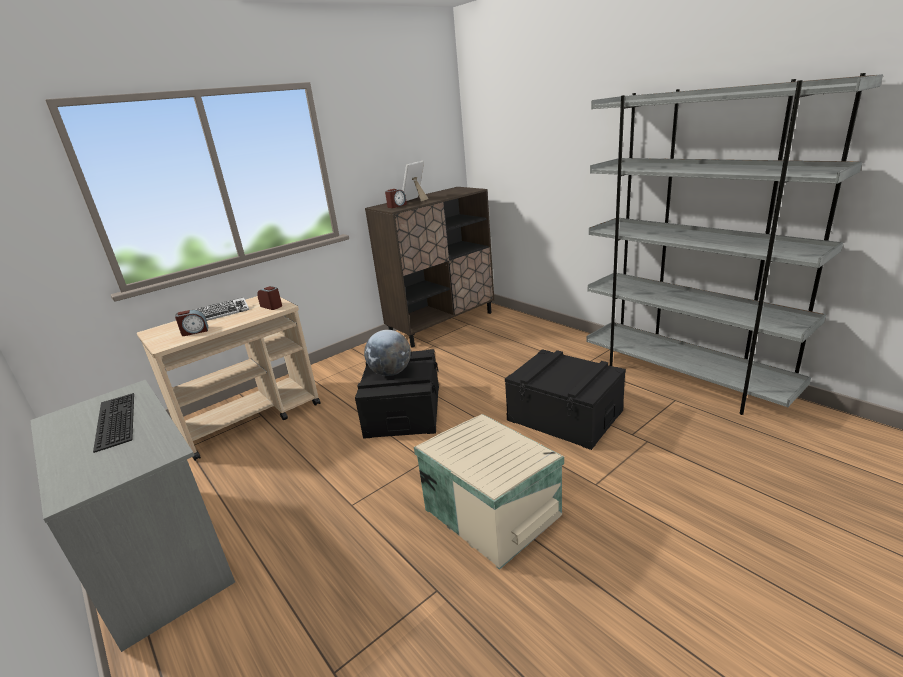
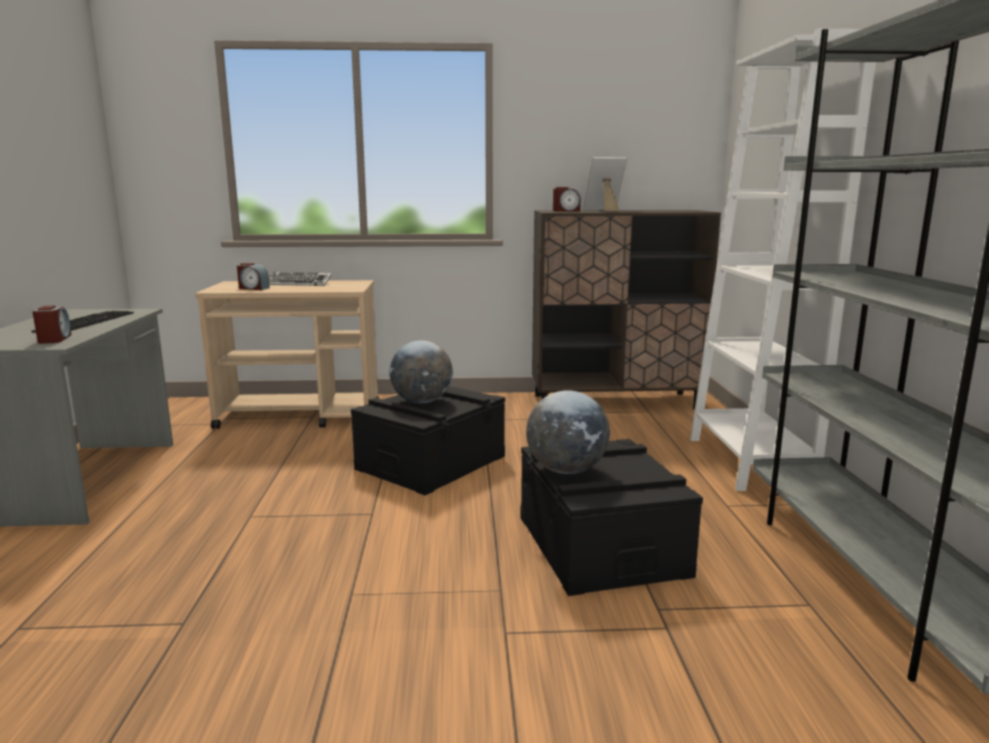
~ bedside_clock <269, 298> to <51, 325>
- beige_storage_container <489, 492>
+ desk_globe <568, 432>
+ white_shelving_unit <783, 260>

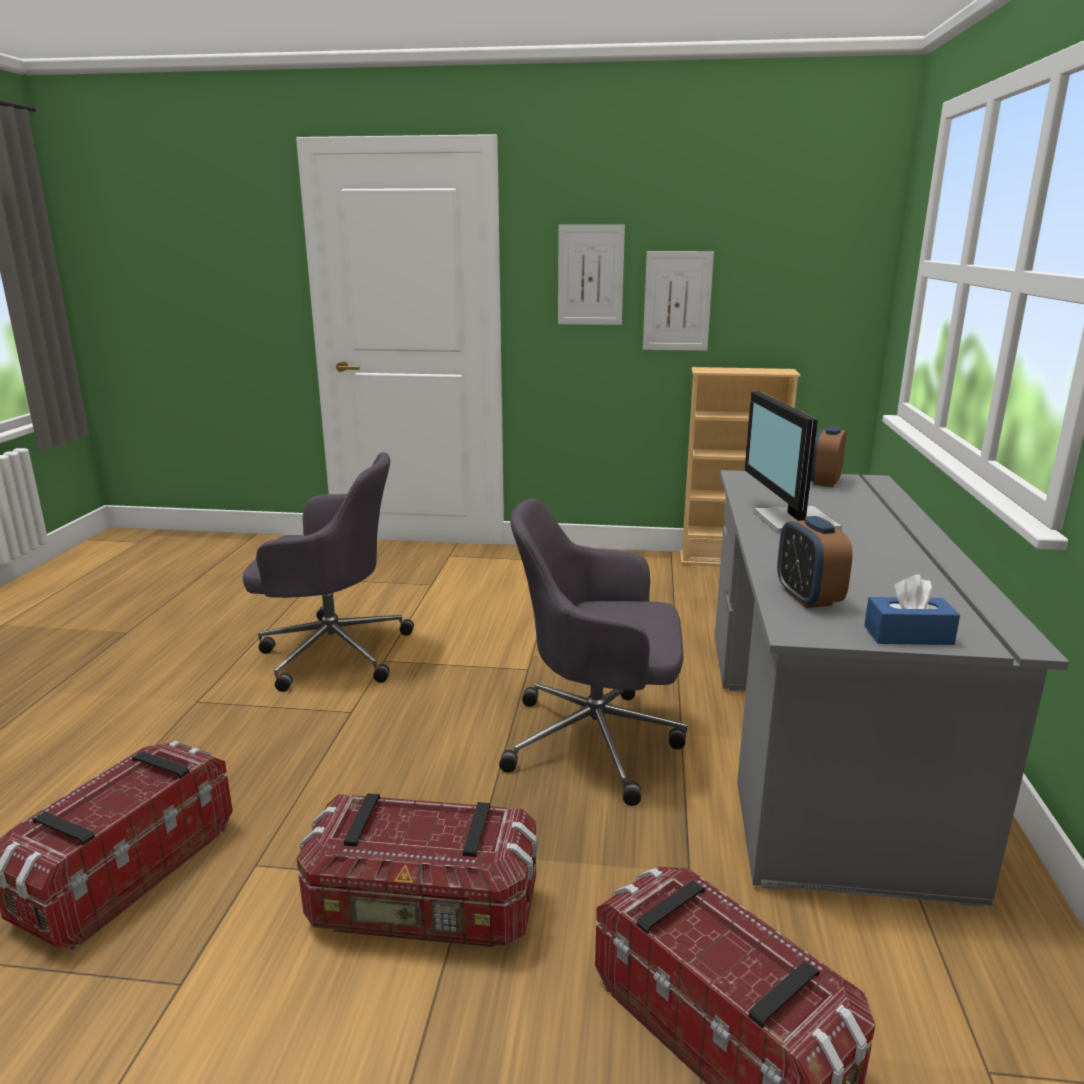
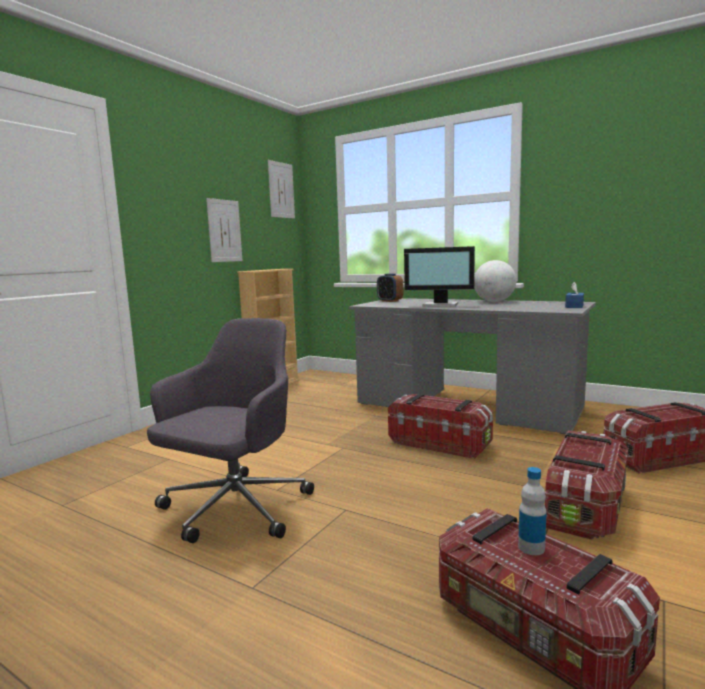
~ greyish_office_chair <593, 652> to storage_container <440, 426>
~ picture <591, 275> to <281, 189>
- bedside_clock <815, 562>
+ desk_globe <495, 281>
+ bottle <532, 511>

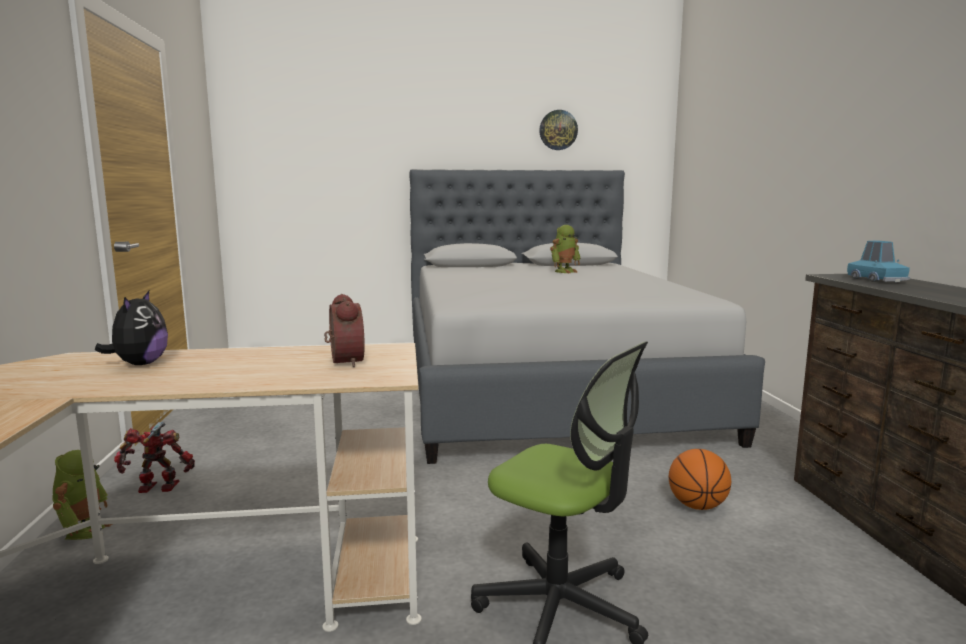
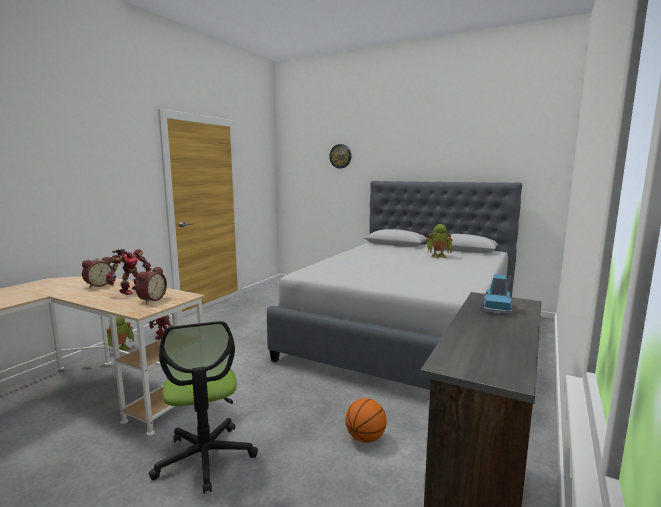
~ cuddly_toy <131, 328> to bedside_clock <97, 272>
~ hanging_clock <558, 130> to <340, 156>
+ model_robot <128, 272>

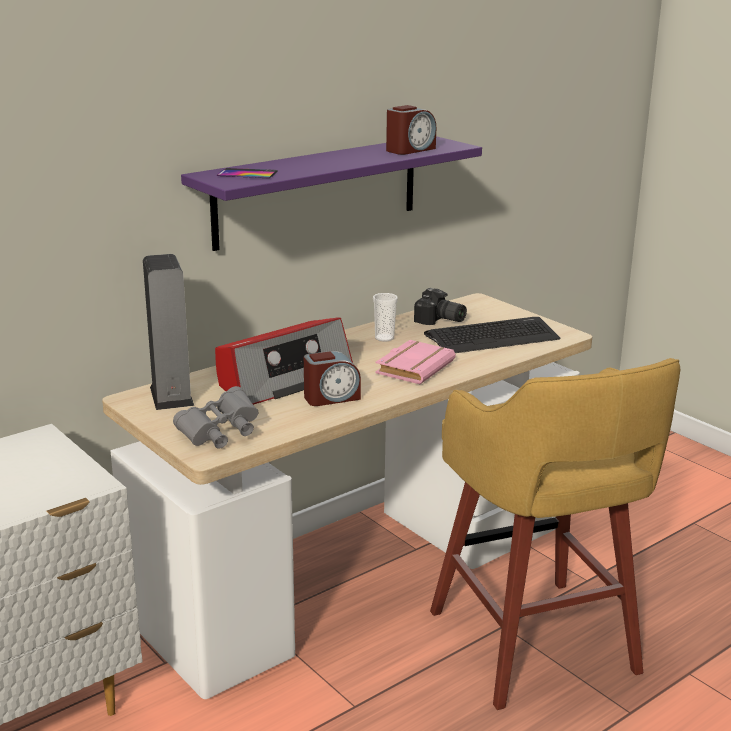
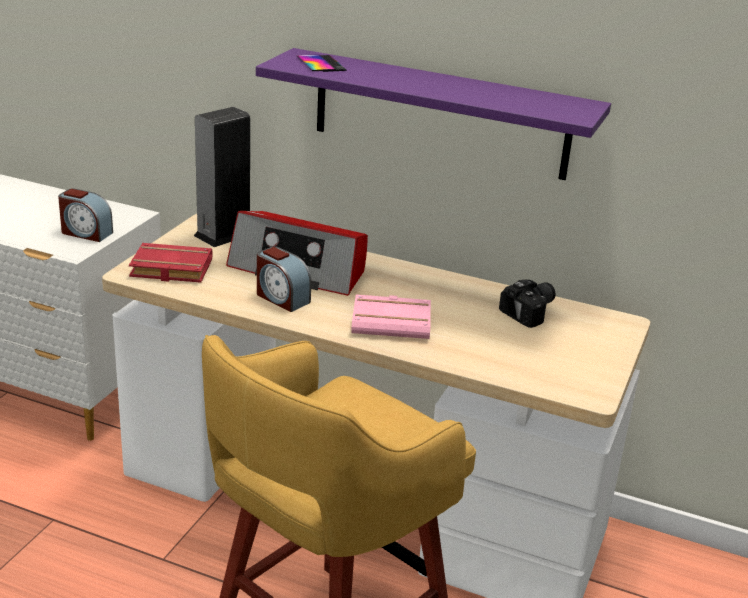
~ greyish_binoculars <215, 417> to red_volume <171, 263>
- small_cup <385, 317>
~ bedside_clock <411, 130> to <85, 215>
~ still_camera <440, 306> = <527, 304> 135 degrees counterclockwise
- computer_keyboard <492, 335>

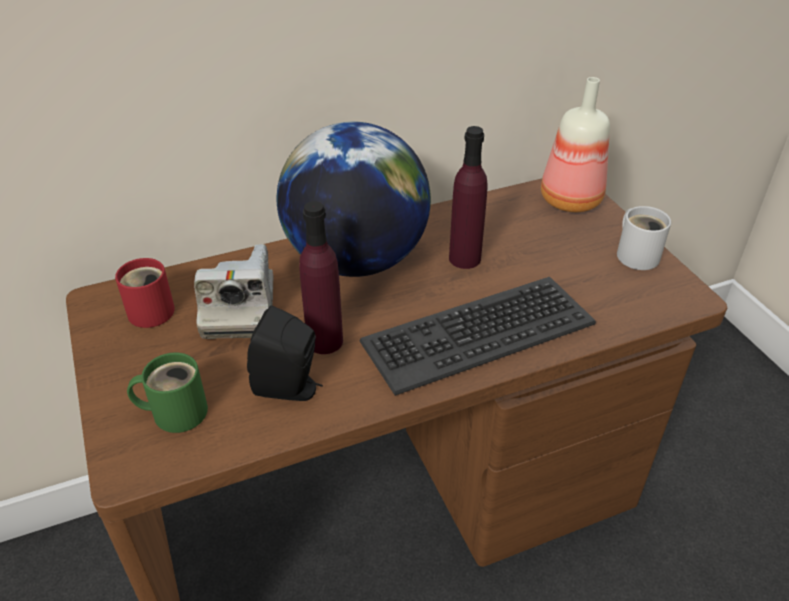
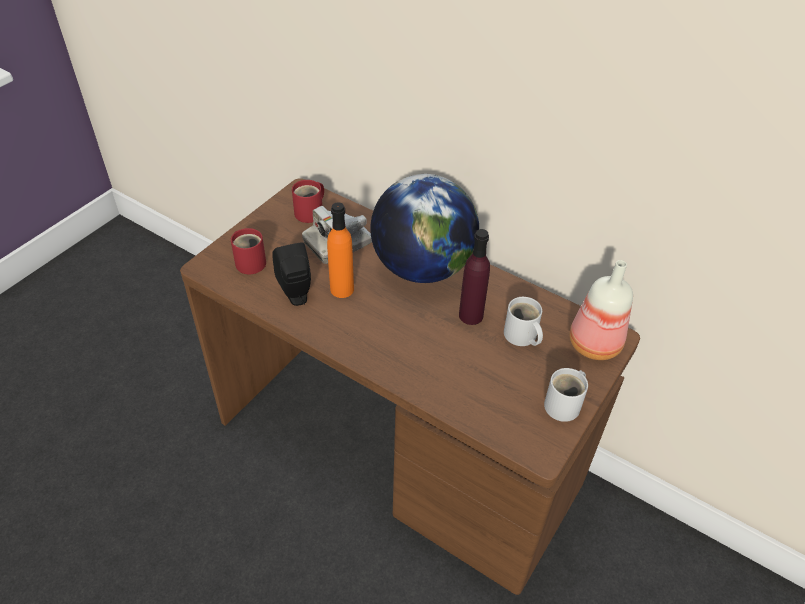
~ green_coffee_mug <167, 393> to red_coffee_mug <248, 251>
~ purplish_bottle <321, 277> to orange_bottle <340, 250>
- computer_keyboard <478, 336>
+ white_coffee_mug <523, 321>

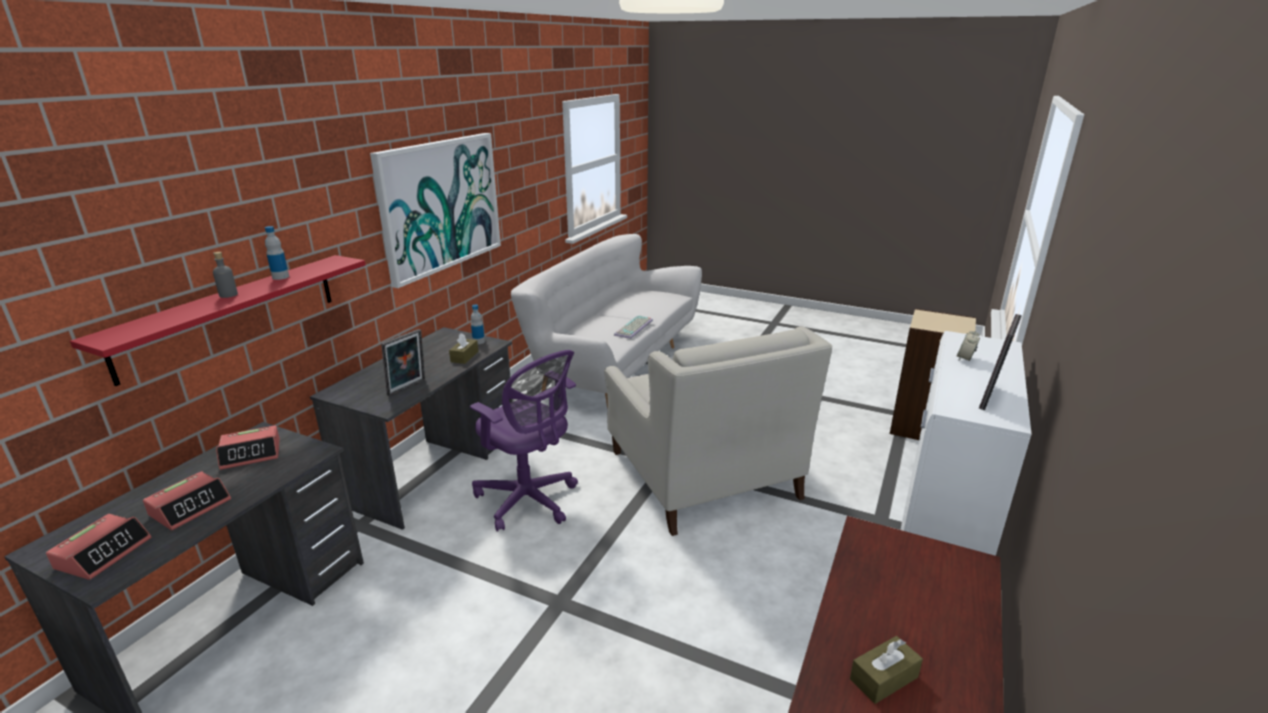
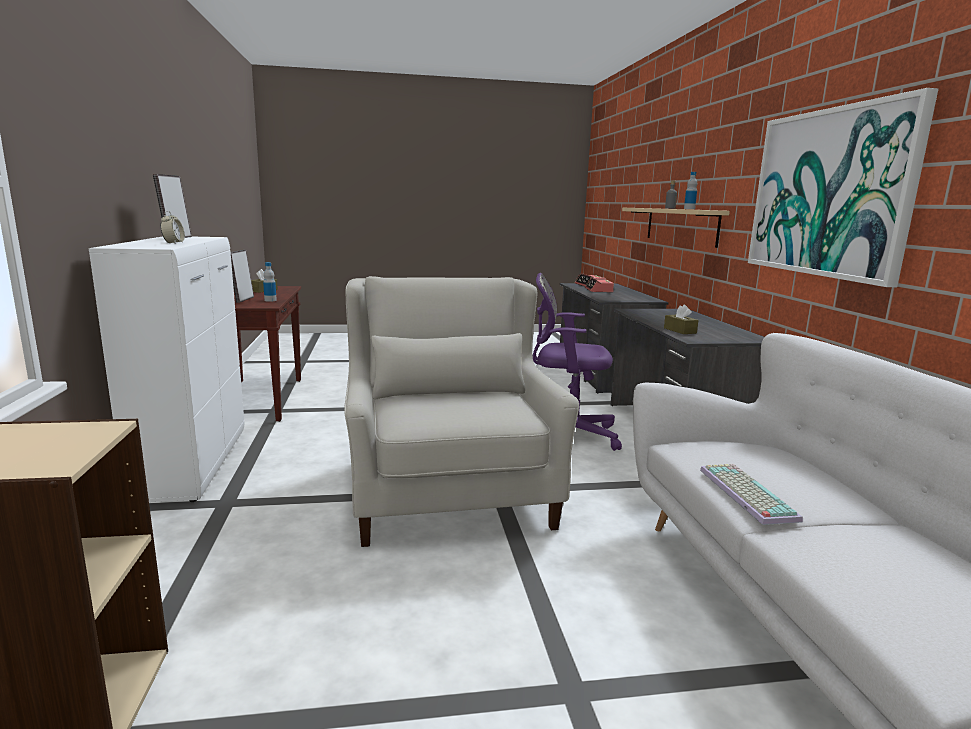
~ red_wall_shelf <218, 320> to beige_wall_shelf <676, 228>
- bedside_clock <248, 447>
~ photo_frame <403, 362> to <242, 276>
~ bottle <478, 324> to <270, 282>
~ white_armchair <718, 431> = <461, 411> 45 degrees clockwise

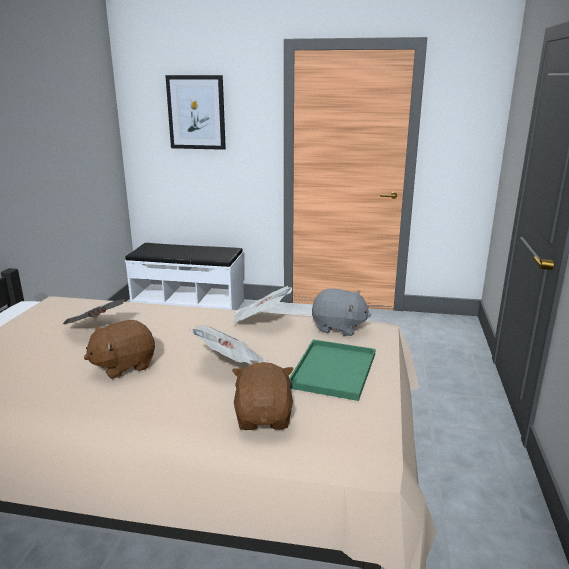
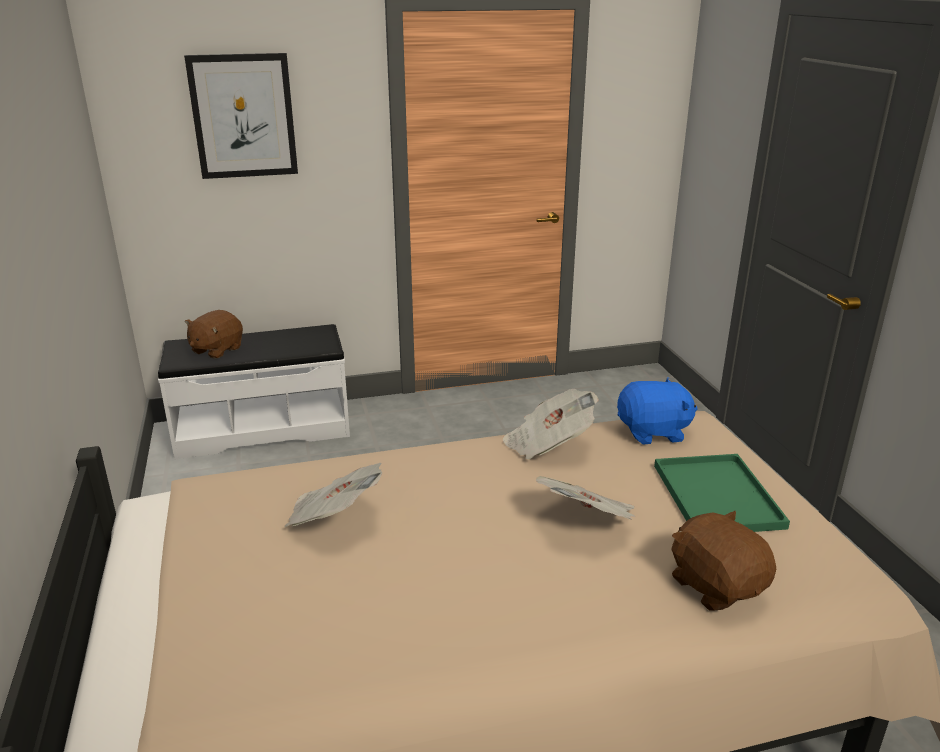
~ brown-coloured_cuddly_toy <119, 349> to <214, 334>
~ greyish_cuddly_toy <341, 312> to blue_cuddly_toy <657, 411>

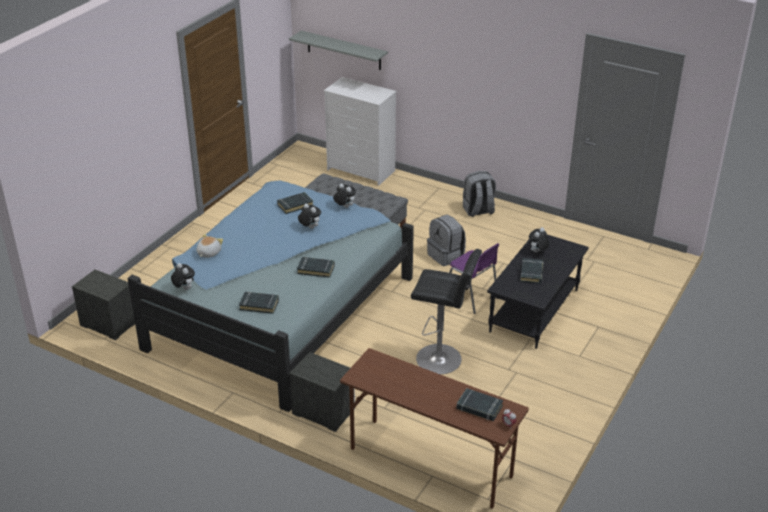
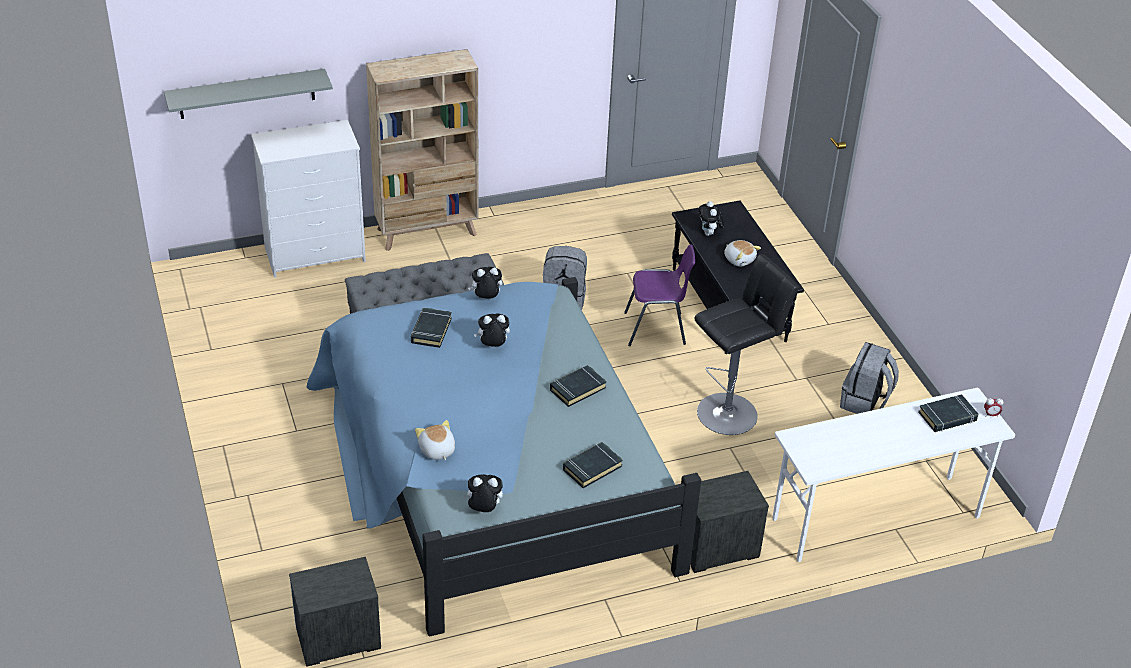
~ brown-coloured_desk_unit <434, 428> to white_desk_unit <893, 475>
~ greyish_knapsack <479, 194> to <869, 378>
~ black-coloured_volume <532, 271> to cuddly_toy <742, 253>
+ beige_shelving_unit <422, 150>

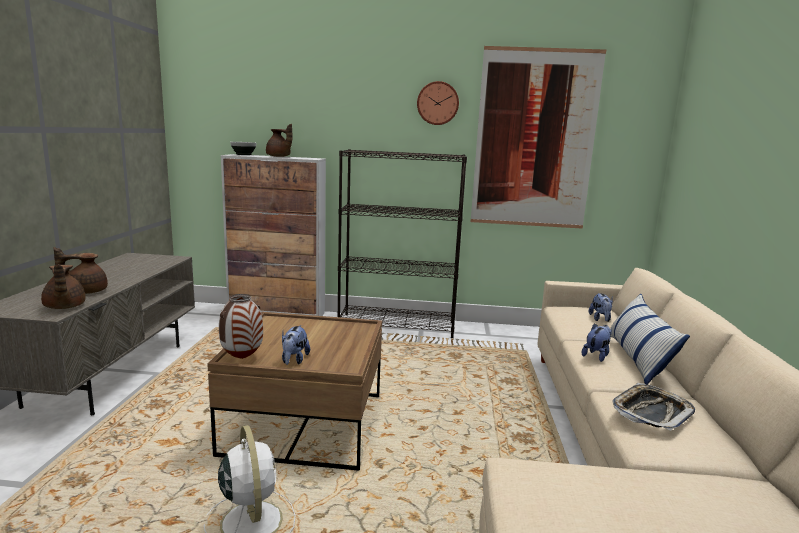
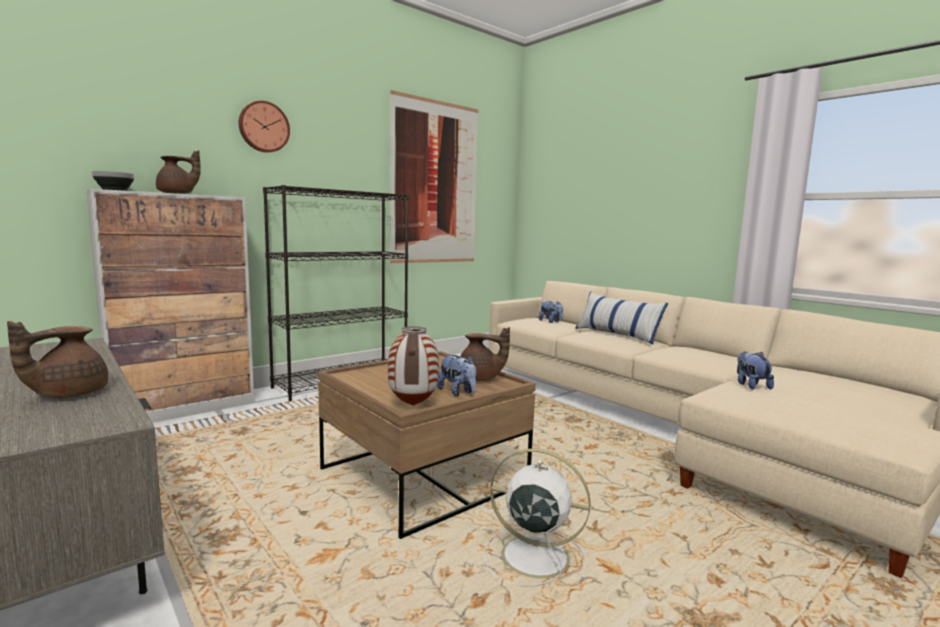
~ brown-coloured_pot_for_tea <63, 286> to <485, 354>
~ hanging_clock <438, 103> to <264, 127>
~ cuddly_toy <596, 343> to <755, 370>
- tray <654, 407>

